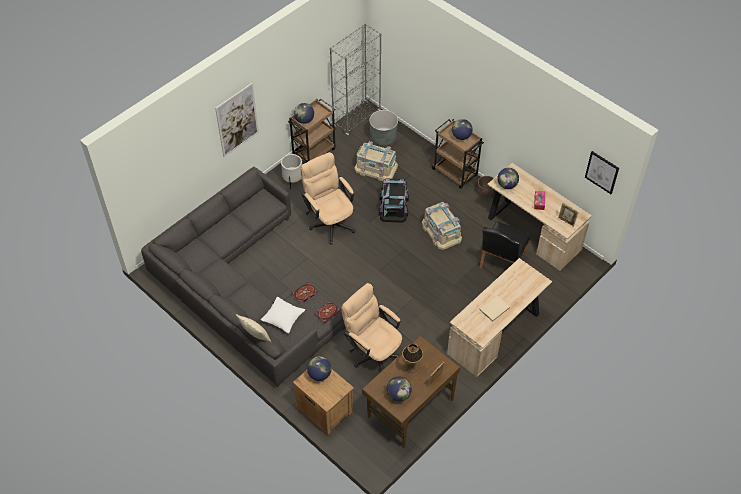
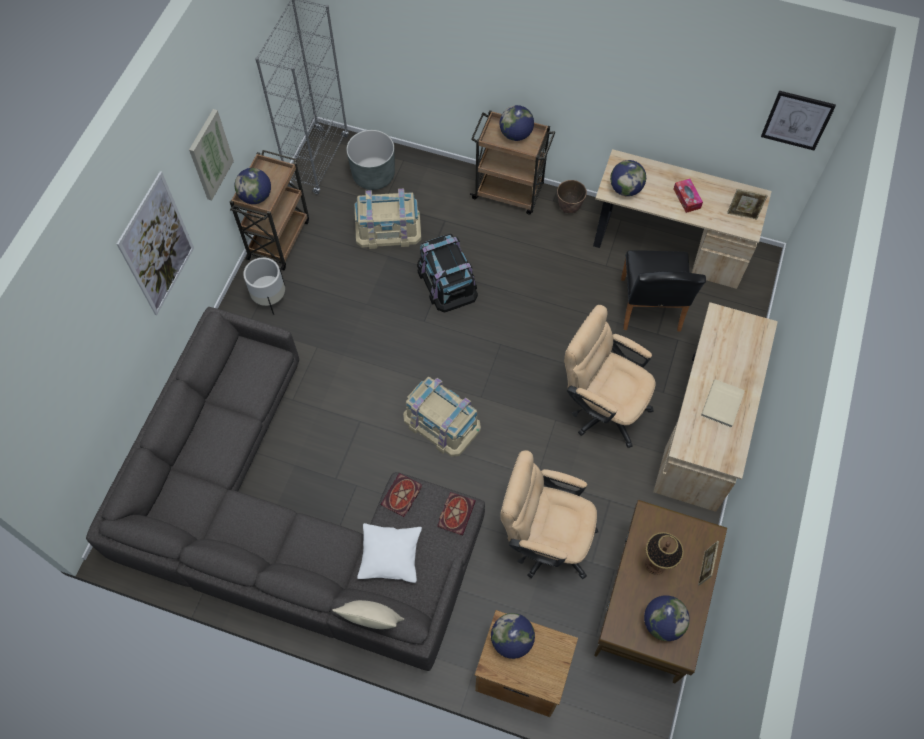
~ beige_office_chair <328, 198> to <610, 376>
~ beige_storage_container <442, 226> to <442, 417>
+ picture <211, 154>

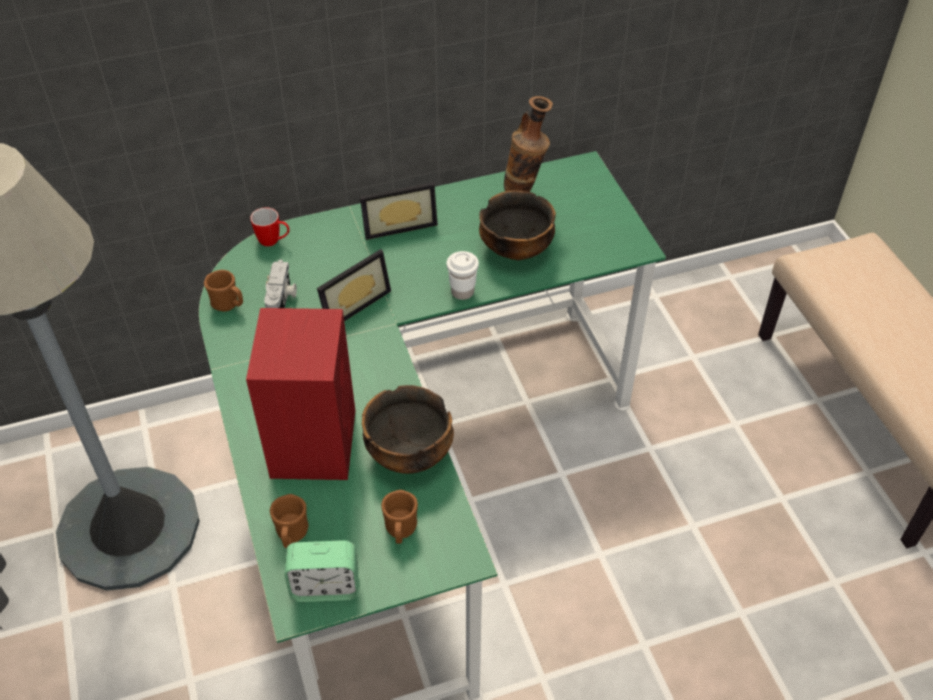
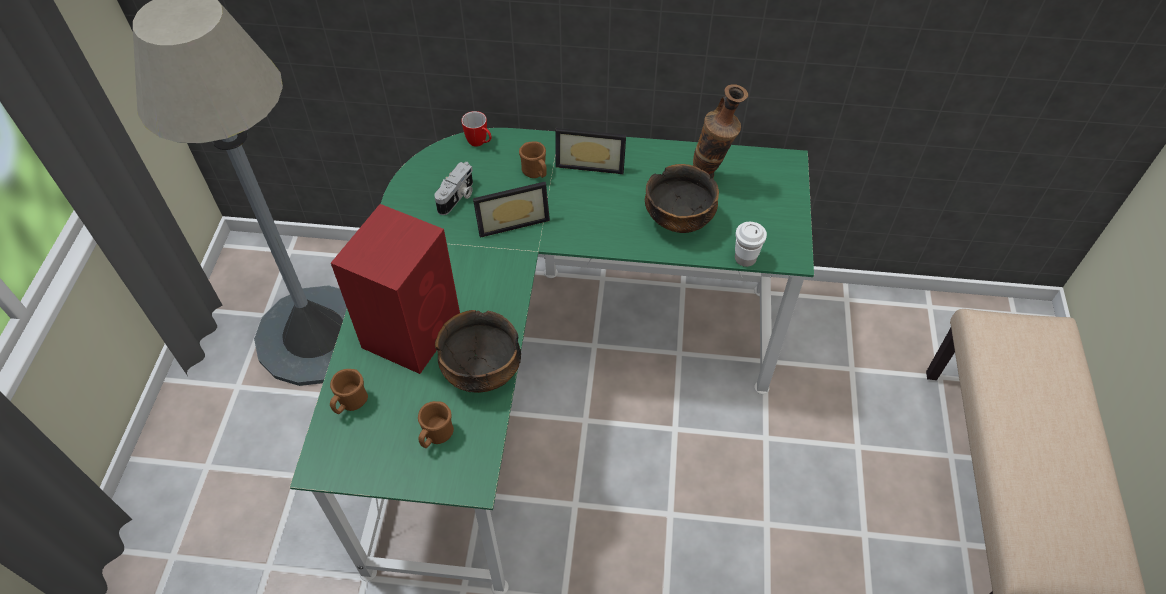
~ brown-coloured_coffee_mug <223, 291> to <532, 159>
- bedside_clock <321, 571>
~ white_small_cup <463, 275> to <751, 244>

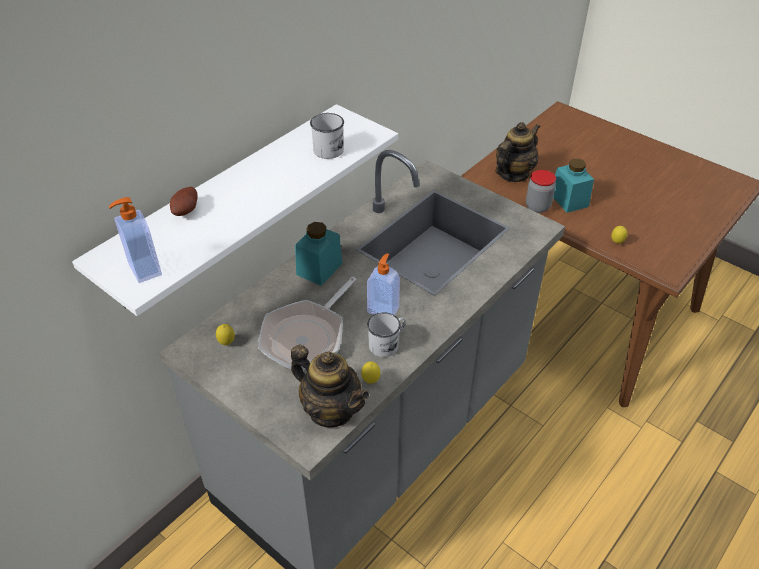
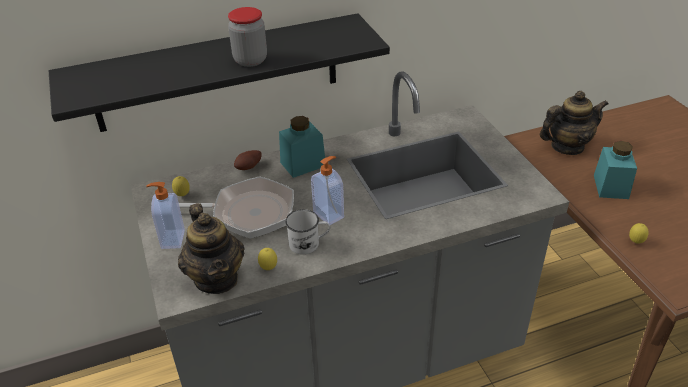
~ white_wall_shelf <235, 210> to black-coloured_wall_shelf <219, 72>
~ soap_dispenser <135, 240> to <165, 215>
~ whole_potato <184, 201> to <247, 160>
~ pan <307, 323> = <236, 207> 150 degrees counterclockwise
- white_coffee_mug <327, 136>
~ jar <541, 191> to <247, 37>

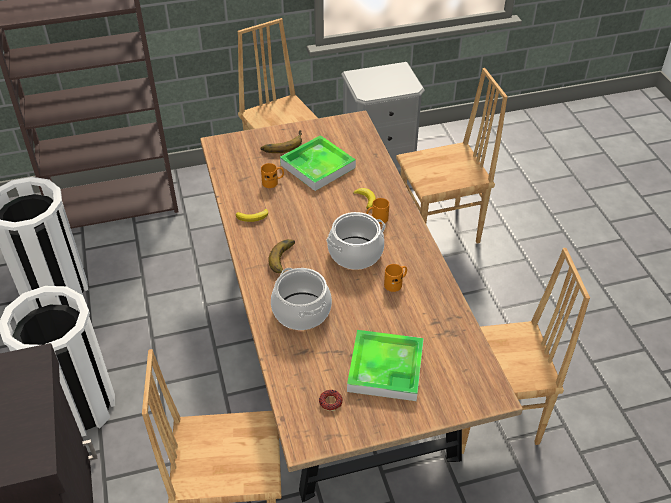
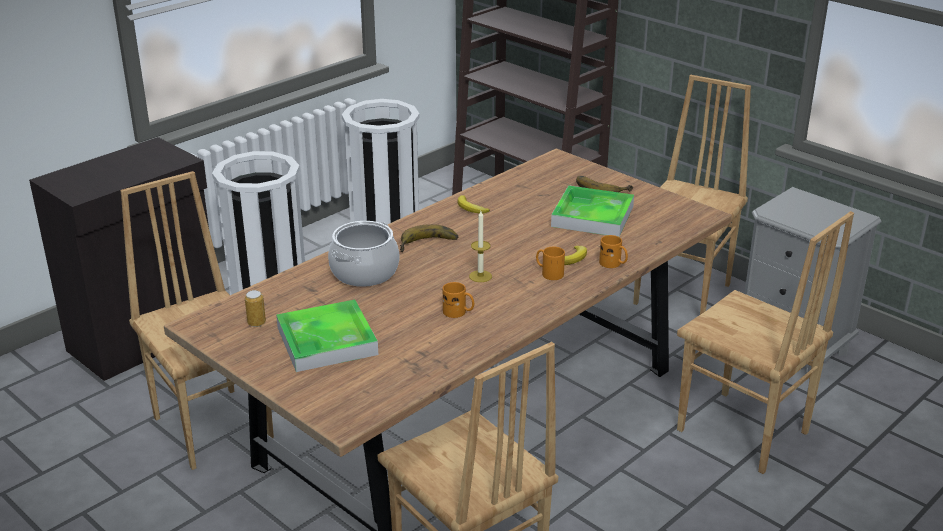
~ orange_coffee_mug <272, 175> to <613, 251>
~ ring_doughnut <331, 400> to metal_can <255, 308>
~ stockpot <355, 241> to candle <480, 246>

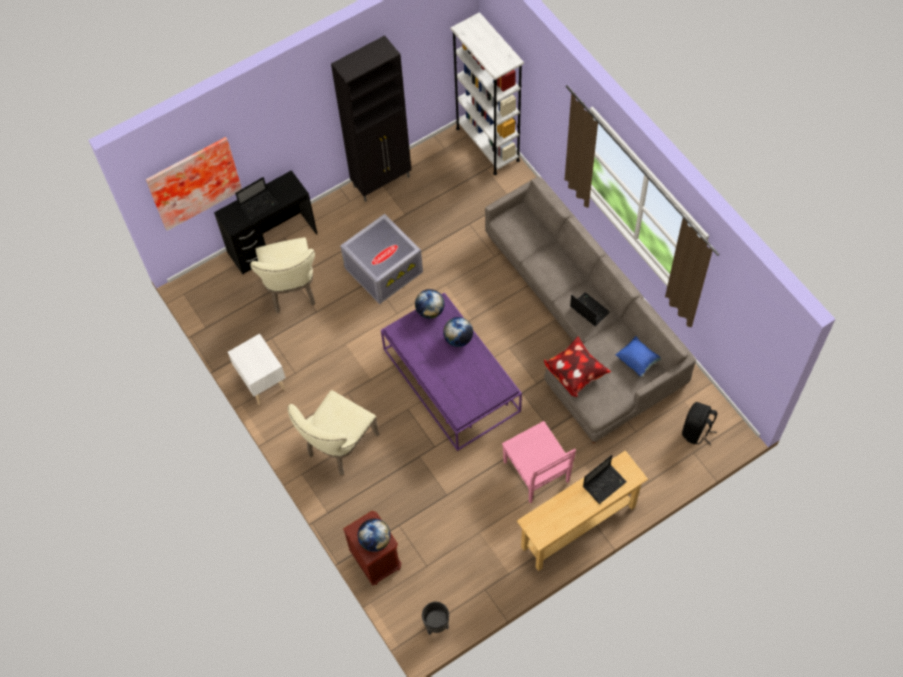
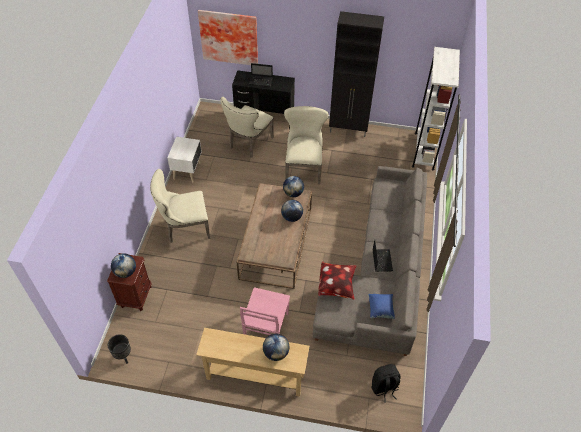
~ greyish_storage_container <381, 259> to beige_chair <306, 145>
~ purplish_lounge_table <451, 371> to brown-coloured_lounge_table <274, 236>
~ notebook_computer <605, 479> to desk_globe <276, 347>

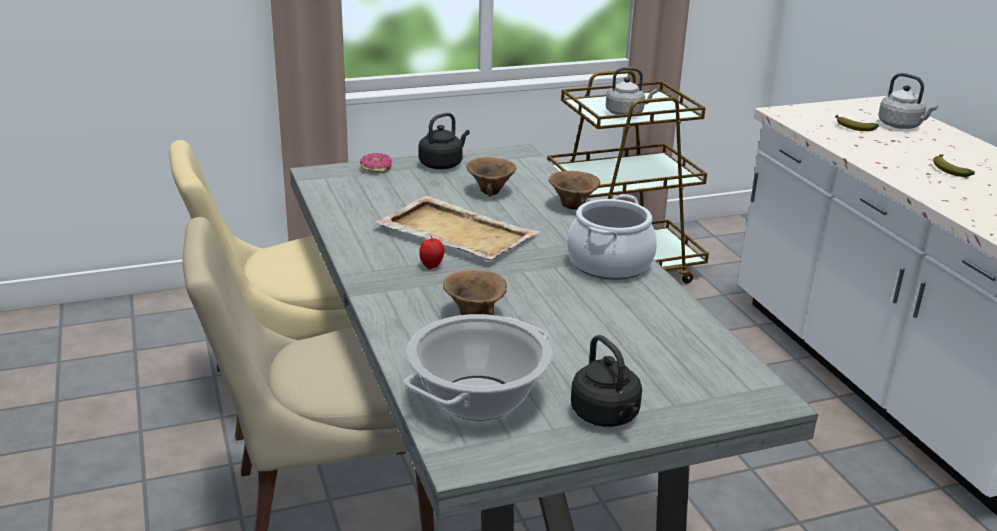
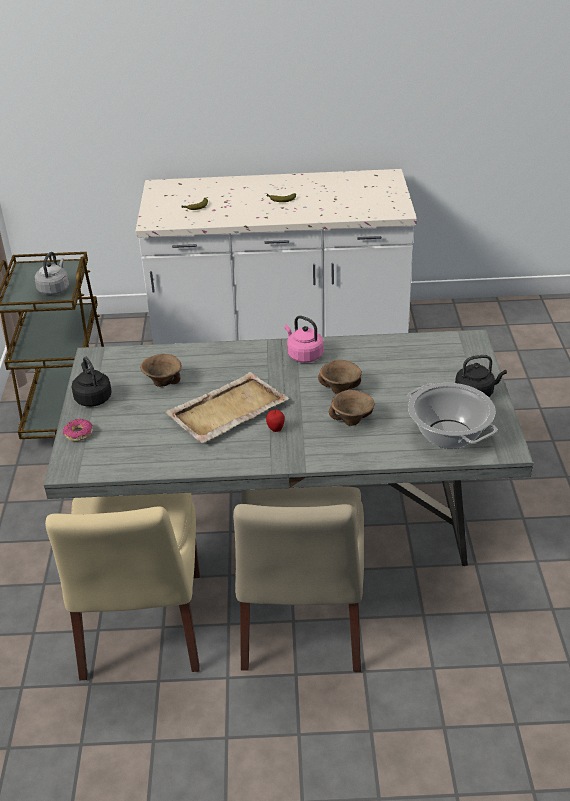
~ brown-coloured_deep_dish <574, 190> to <340, 377>
~ stockpot <612, 237> to pinkish_kettle <304, 339>
- greyish_kettle <908, 101>

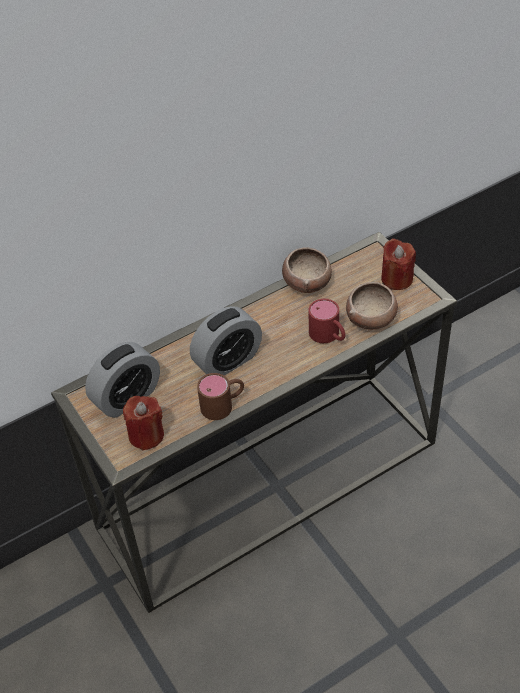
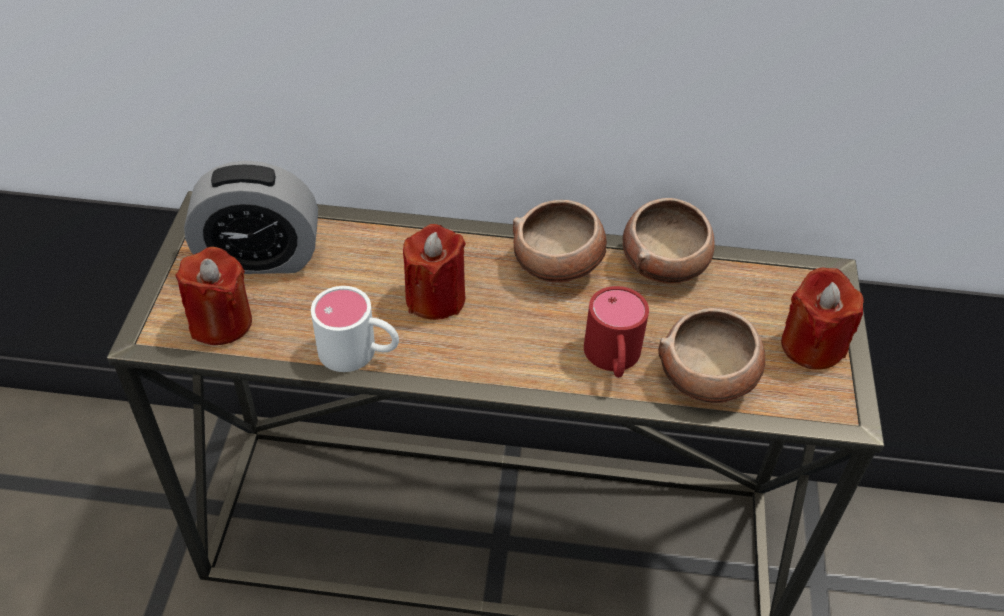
~ bedside_clock <226, 341> to red_candle <434, 272>
~ brown-coloured_coffee_mug <220, 396> to white_coffee_mug <355, 329>
+ deep_dish <560, 241>

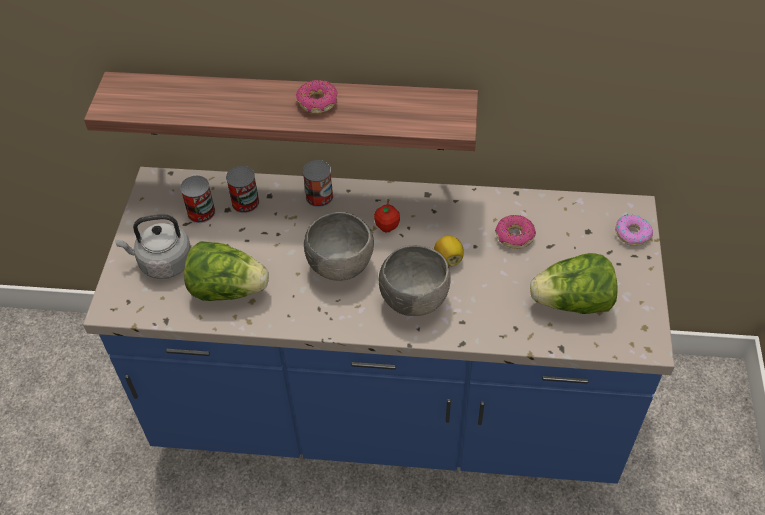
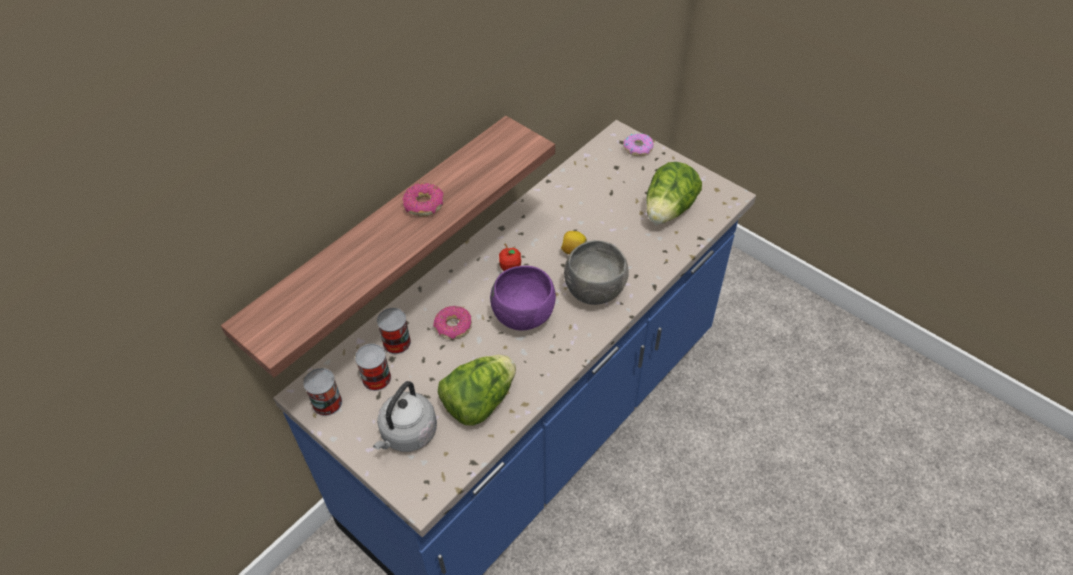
~ metal_can <318, 183> to <322, 392>
~ greyish_deep_dish <339, 246> to purplish_deep_dish <523, 298>
~ ring_doughnut <515, 232> to <452, 322>

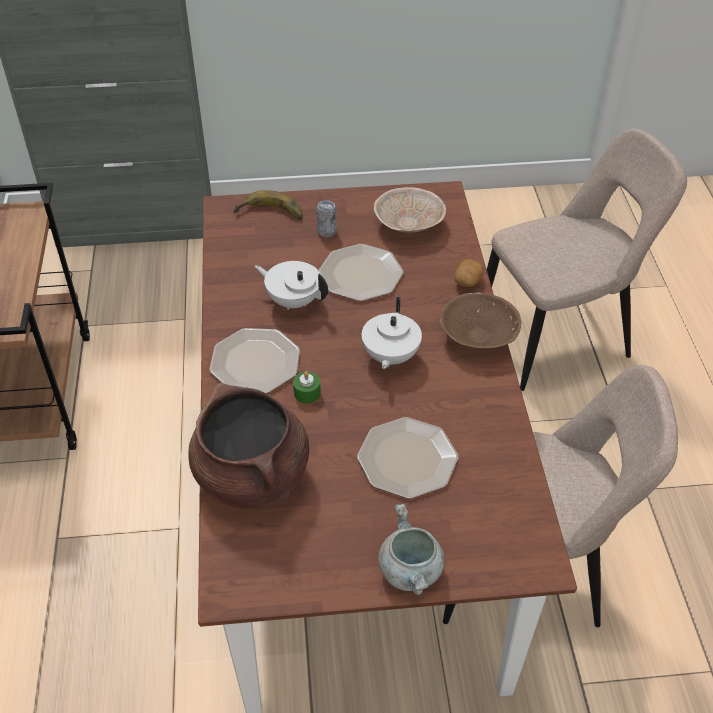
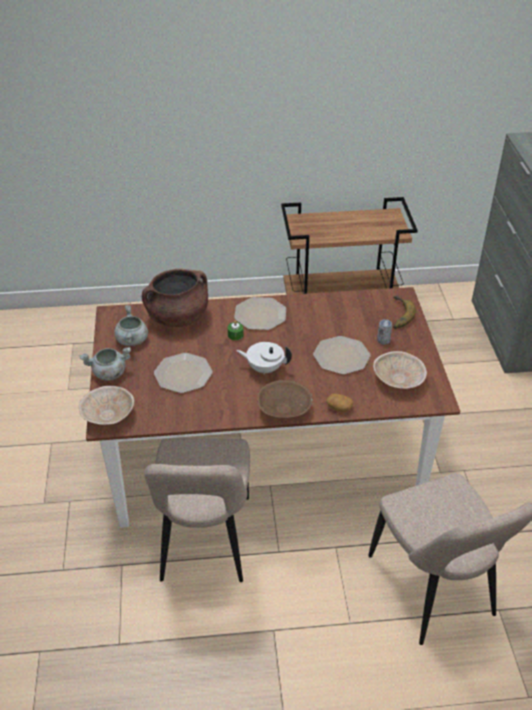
- white_pot_for_tea <291, 285>
+ beige_deep_dish <106, 405>
+ greyish_stockpot <131, 325>

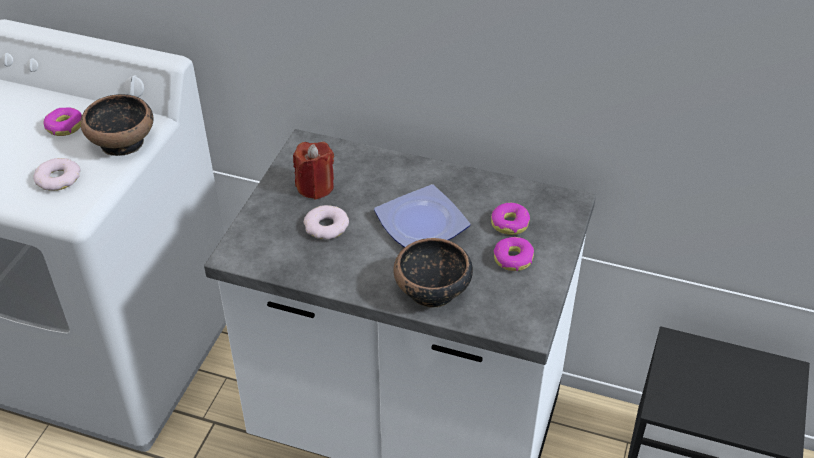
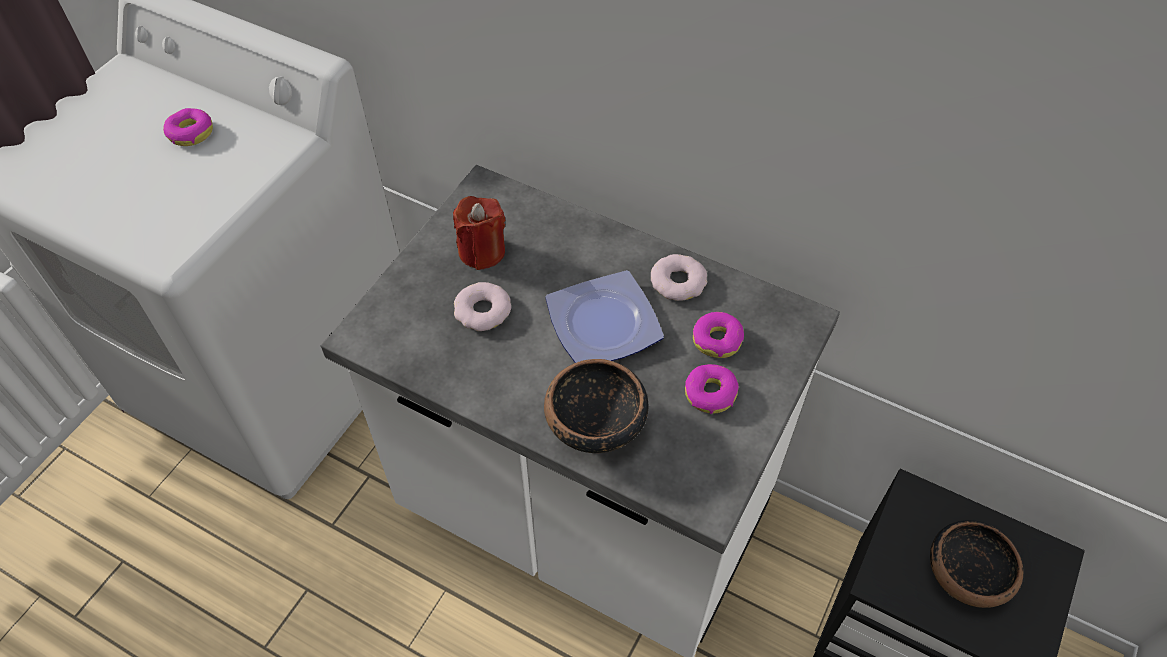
~ ring_doughnut <57, 174> to <679, 277>
~ deep_dish <116, 125> to <976, 564>

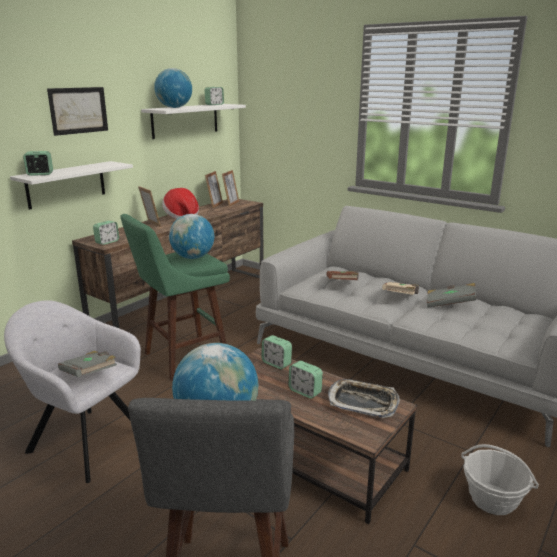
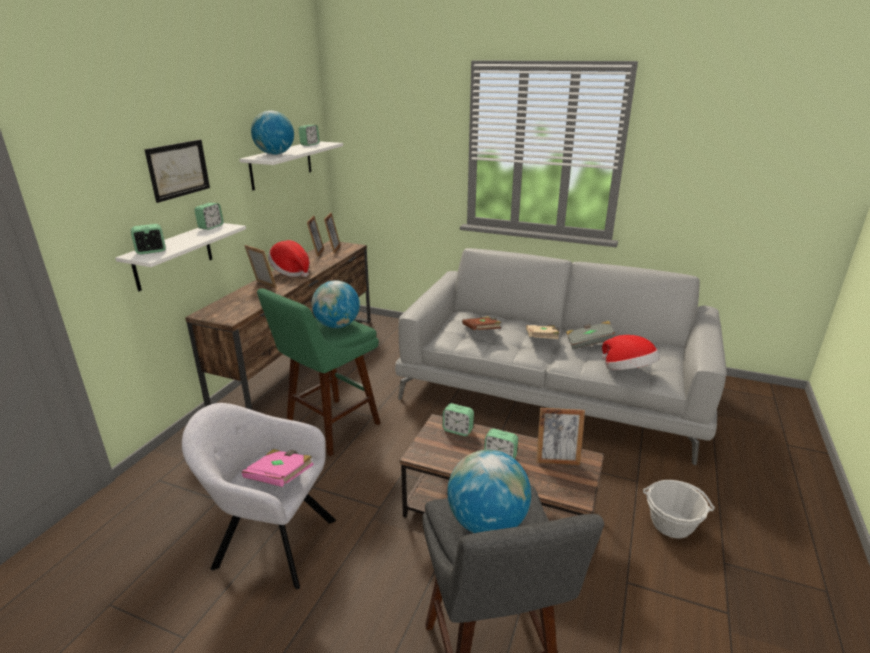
~ greyish_volume <87, 364> to pinkish_volume <278, 468>
~ bedside_clock <106, 233> to <209, 216>
~ tray <364, 398> to photo_frame <560, 436>
+ clothing_hat <631, 352>

